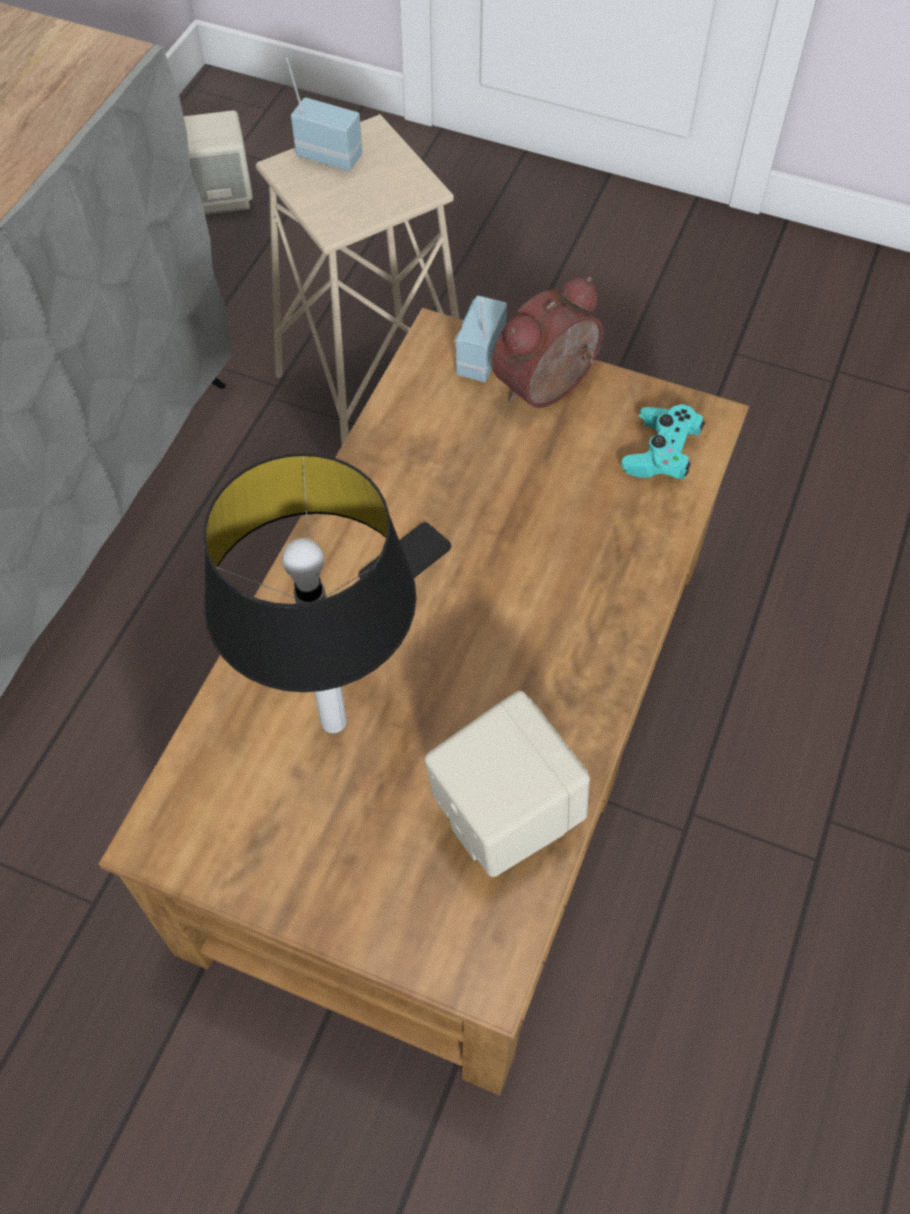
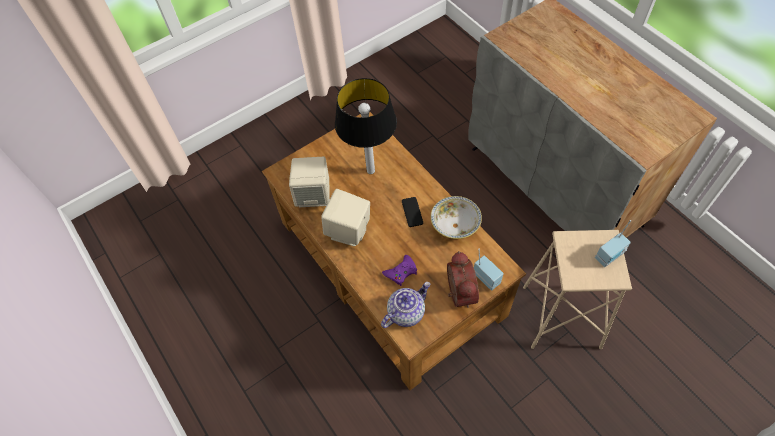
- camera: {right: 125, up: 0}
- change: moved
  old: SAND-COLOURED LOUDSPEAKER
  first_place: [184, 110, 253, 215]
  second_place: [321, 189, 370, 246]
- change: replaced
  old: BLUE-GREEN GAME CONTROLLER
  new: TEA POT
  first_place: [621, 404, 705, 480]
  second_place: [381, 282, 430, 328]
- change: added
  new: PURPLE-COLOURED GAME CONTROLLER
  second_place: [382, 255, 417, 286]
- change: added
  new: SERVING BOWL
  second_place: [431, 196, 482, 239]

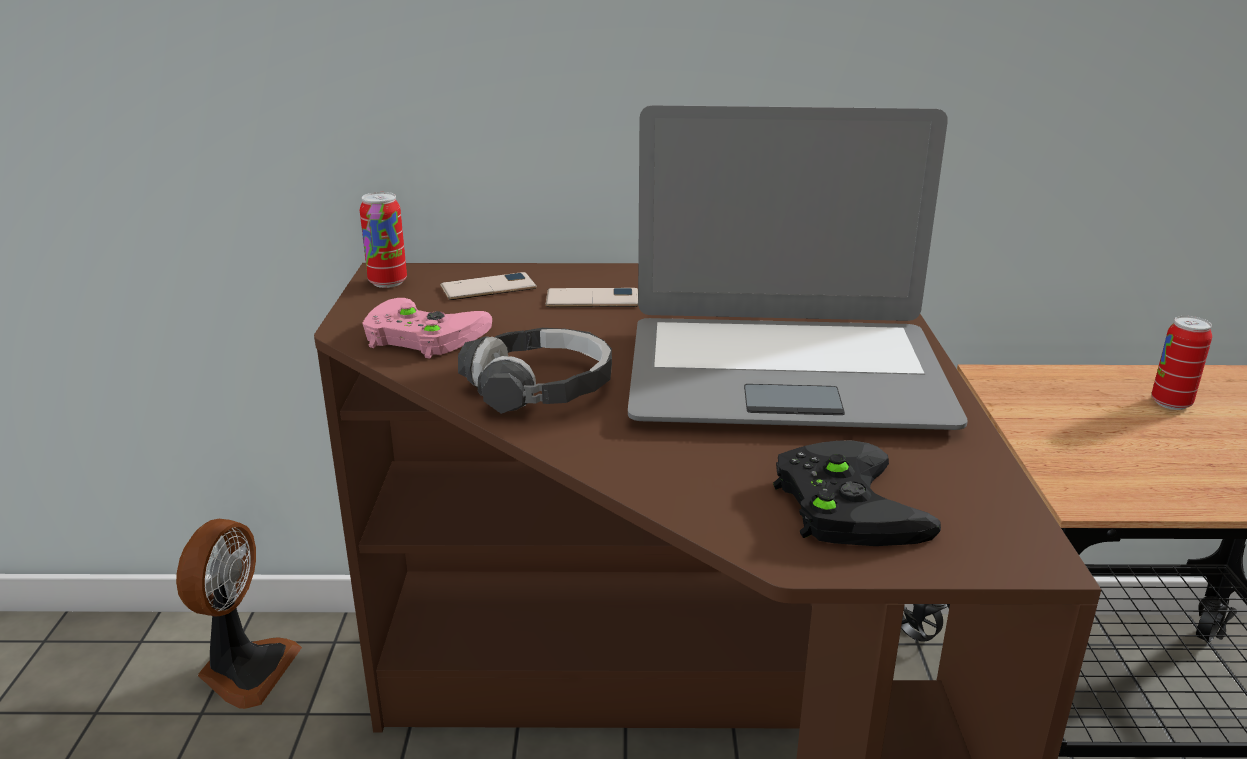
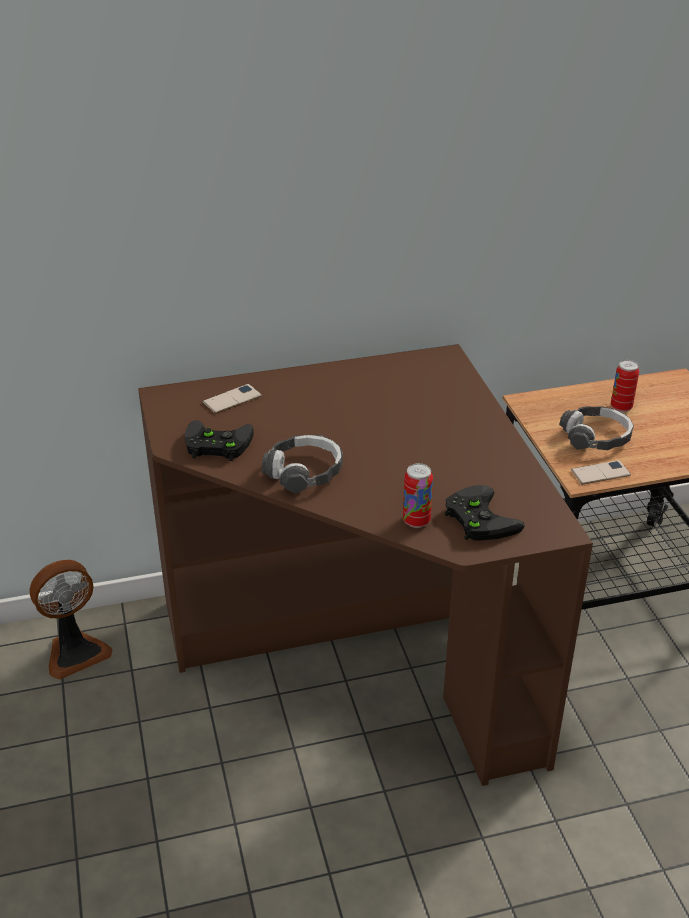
- camera: {right: -15, up: 10}
- change: turned
  old: COOLING FAN
  first_place: [176, 519, 302, 709]
  second_place: [29, 560, 113, 680]
  degrees: 60
- change: recoloured
  old: PINKISH GAME CONTROLLER
  new: BLACK-COLOURED GAME CONTROLLER
  first_place: [362, 298, 492, 359]
  second_place: [185, 420, 254, 461]
- change: moved
  old: METAL CAN
  first_place: [360, 192, 407, 288]
  second_place: [403, 463, 433, 528]
- change: added
  new: PAIR OF HEADPHONES
  second_place: [559, 406, 634, 450]
- change: moved
  old: HANDSET
  first_place: [546, 288, 638, 307]
  second_place: [571, 460, 631, 484]
- change: removed
  old: NOTEBOOK COMPUTER
  first_place: [628, 105, 968, 430]

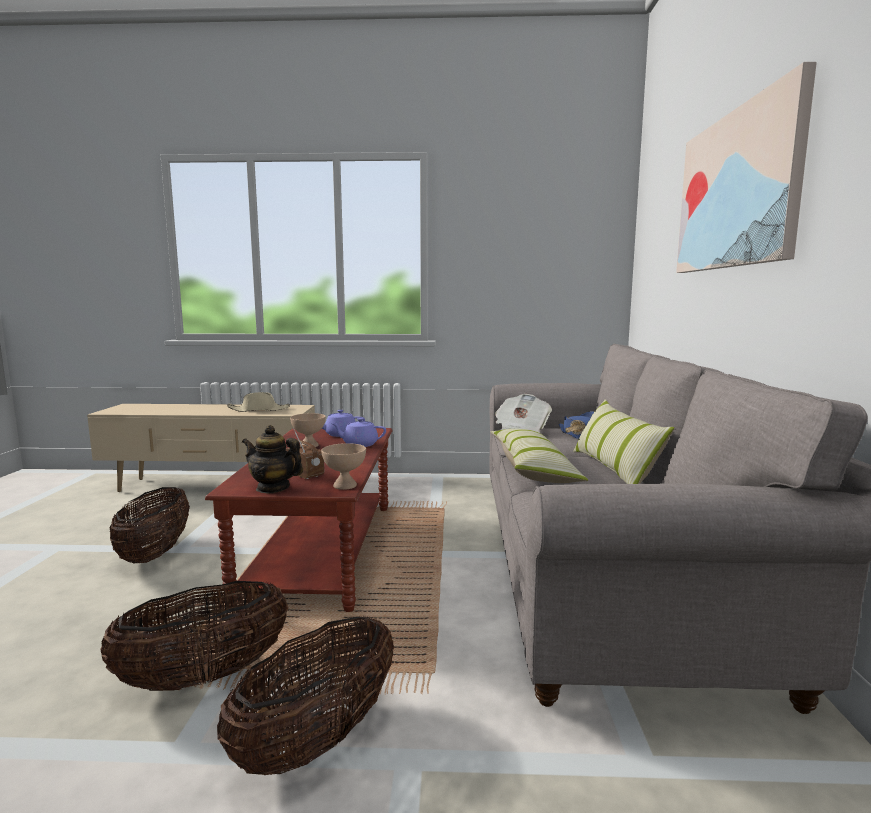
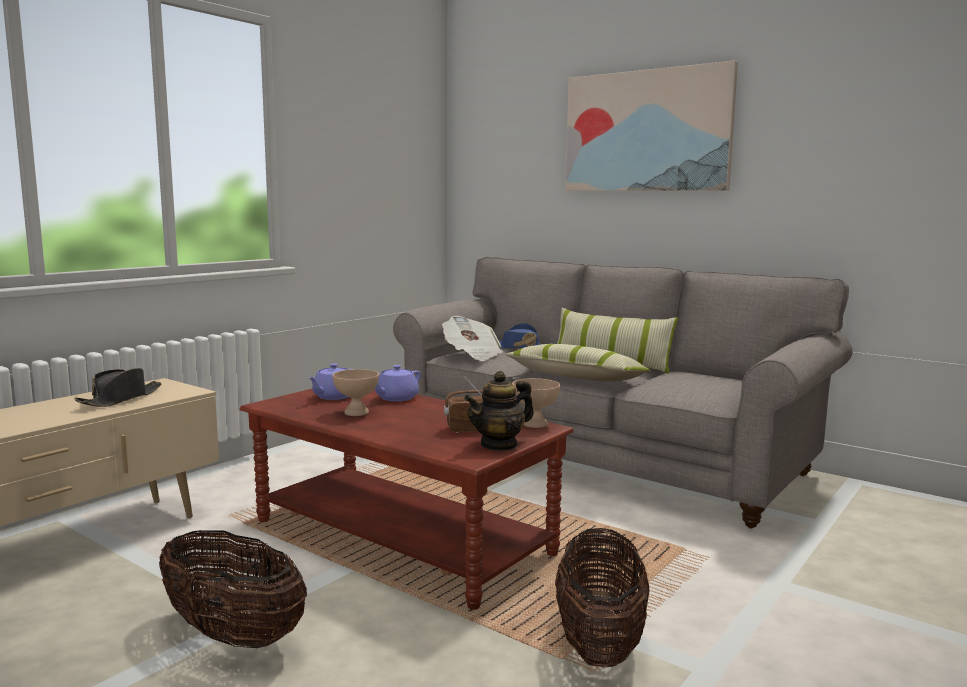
- camera: {right: -55, up: 0}
- change: recoloured
  old: SAND-COLOURED WEARABLE HAT
  new: BLACK-COLOURED WEARABLE HAT
  first_place: [227, 392, 290, 412]
  second_place: [74, 368, 162, 407]
- change: removed
  old: STORAGE BASKET
  first_place: [217, 616, 394, 775]

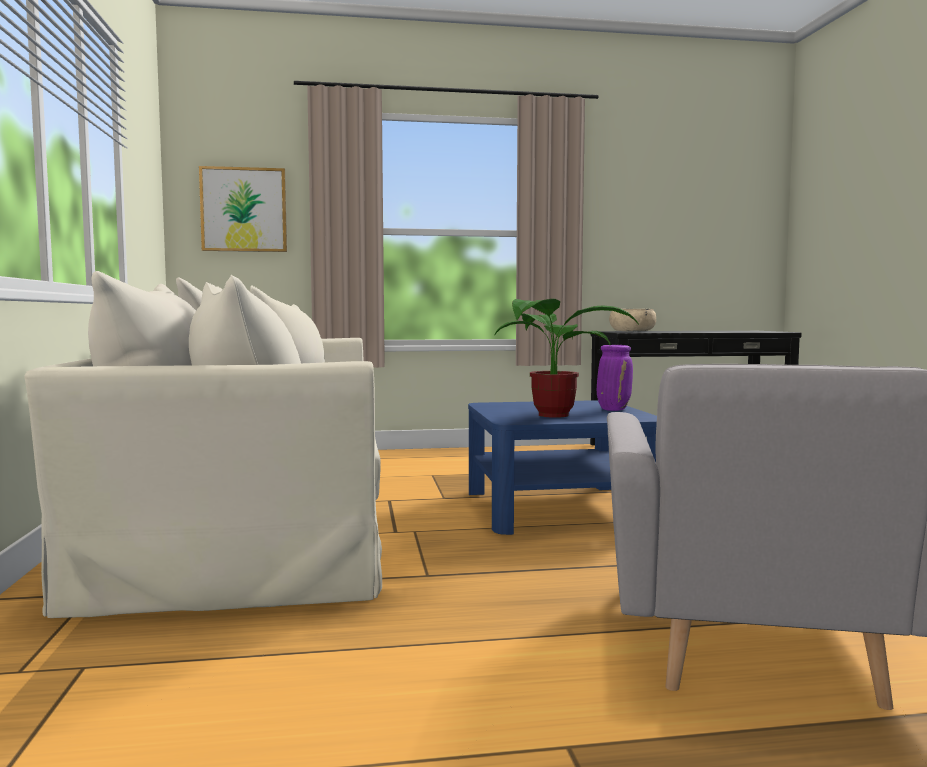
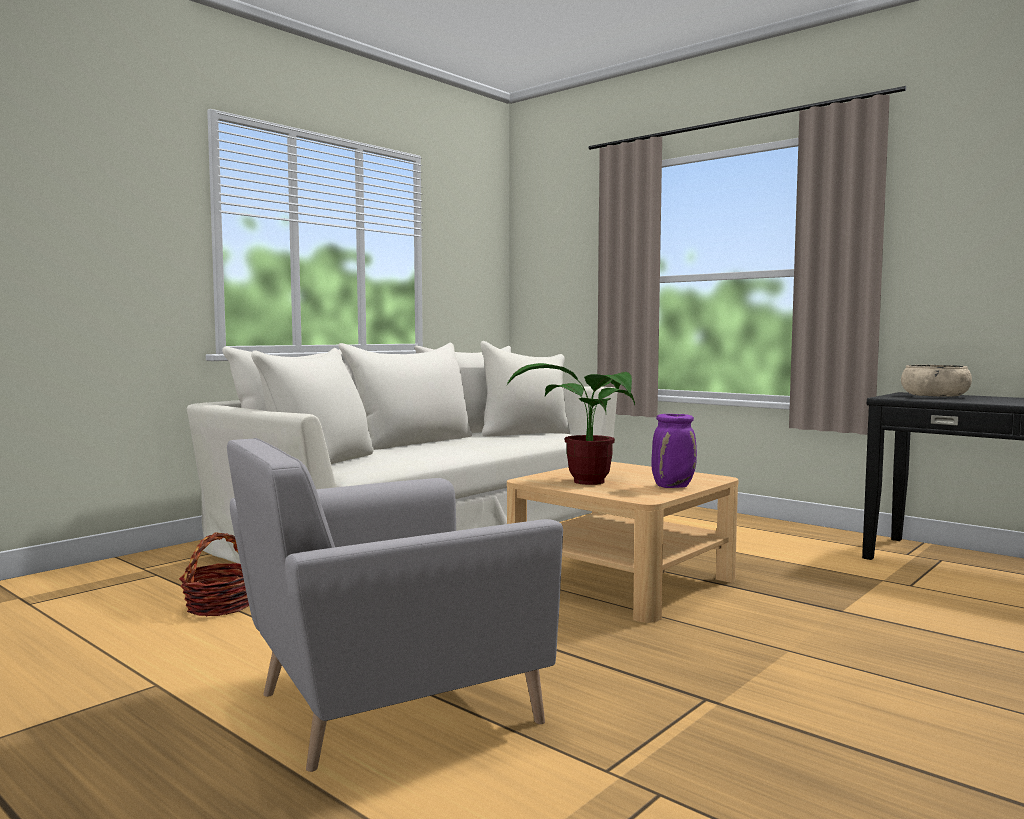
- camera: {right: 50, up: 0}
- change: added
  new: STORAGE BASKET
  second_place: [179, 532, 249, 617]
- change: recoloured
  old: BLUISH COFFEE TABLE
  new: SAND-COLOURED COFFEE TABLE
  first_place: [468, 400, 657, 535]
  second_place: [507, 462, 738, 623]
- change: removed
  old: WALL ART
  first_place: [199, 166, 287, 252]

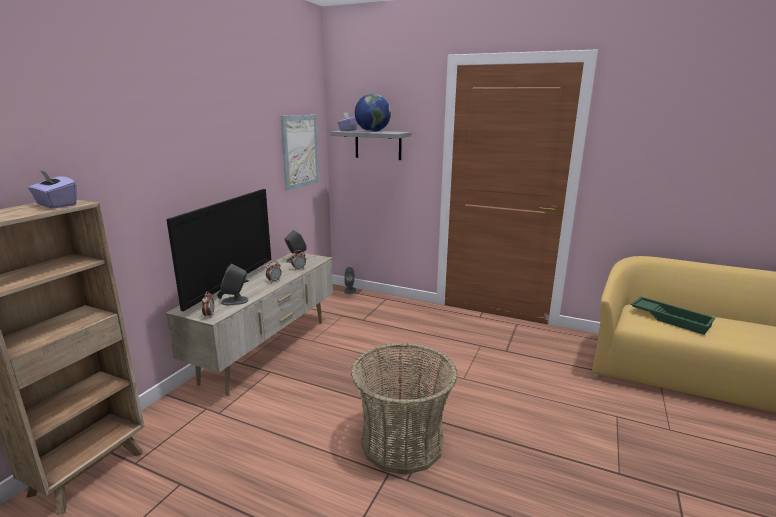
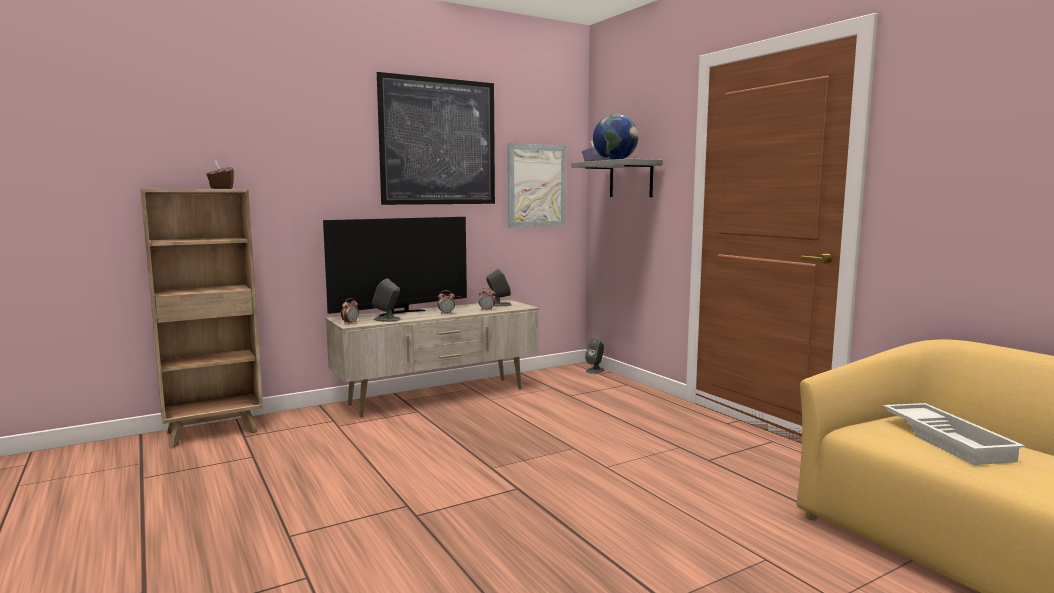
- camera: {right: 35, up: -10}
- change: recoloured
  old: PURPLE-COLOURED TISSUE BOX
  new: BROWN TISSUE BOX
  first_place: [28, 170, 77, 209]
  second_place: [206, 160, 234, 189]
- change: added
  new: WALL ART
  second_place: [377, 72, 495, 205]
- change: recoloured
  old: GREENISH CARRYING TRAY
  new: WHITE-COLOURED CARRYING TRAY
  first_place: [631, 297, 716, 335]
  second_place: [883, 403, 1025, 465]
- change: removed
  old: STORAGE BASKET
  first_place: [351, 343, 458, 475]

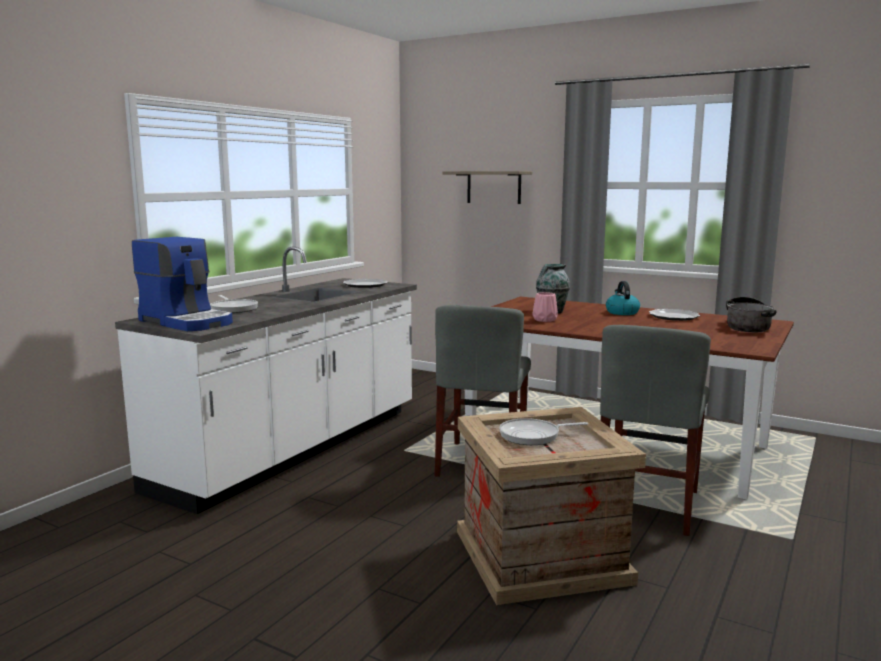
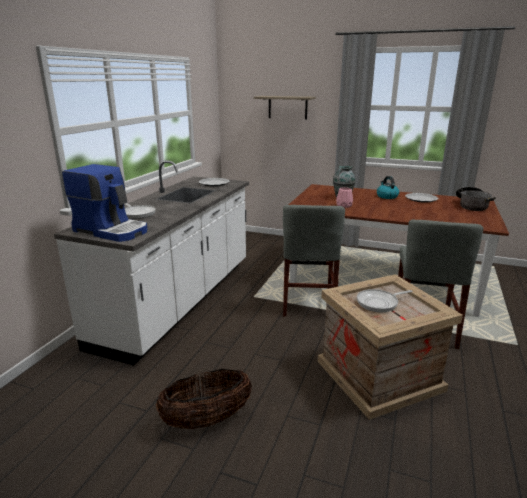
- camera: {right: -10, up: 10}
- change: added
  new: STORAGE BASKET
  second_place: [156, 369, 252, 429]

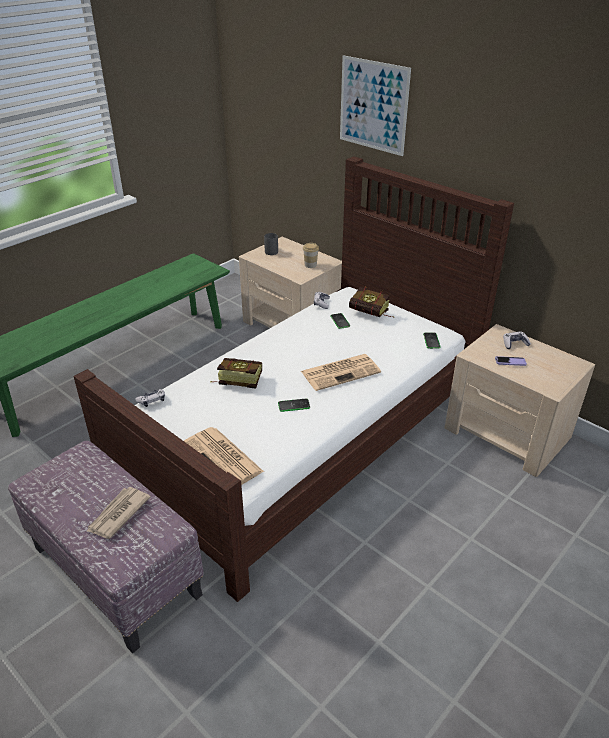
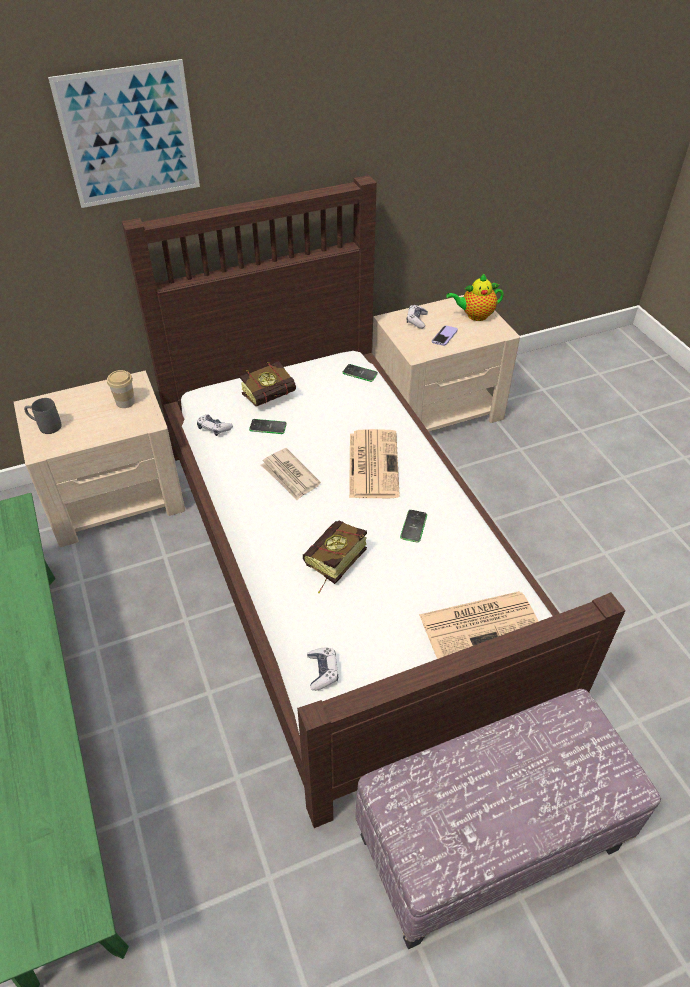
- camera: {right: -65, up: 10}
- change: moved
  old: PRINTED PAPER
  first_place: [87, 487, 151, 539]
  second_place: [261, 448, 321, 500]
- change: added
  new: TEA POT
  second_place: [446, 274, 504, 321]

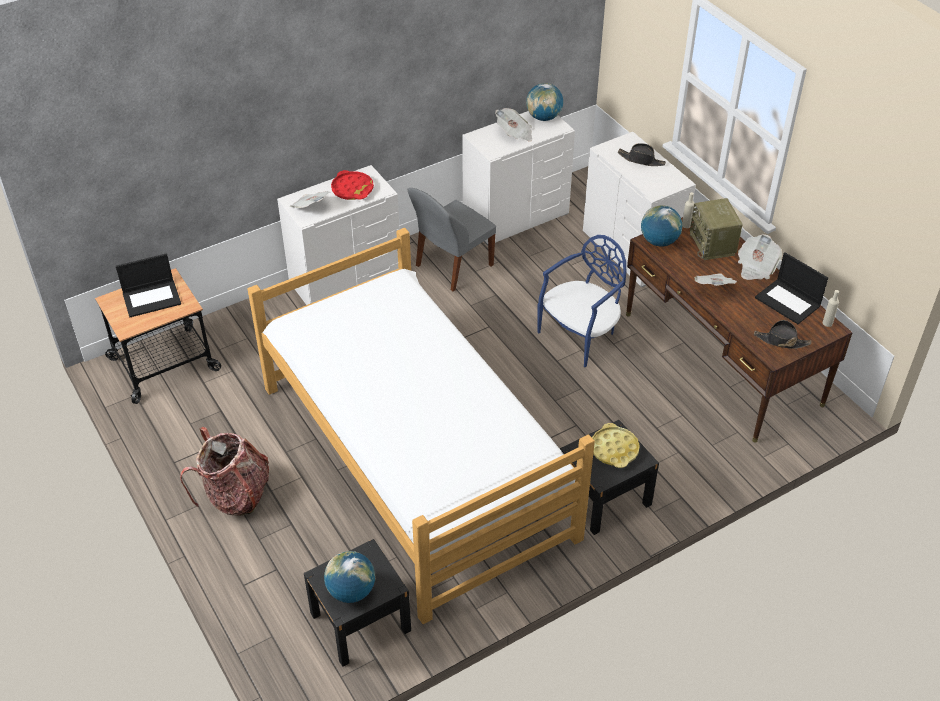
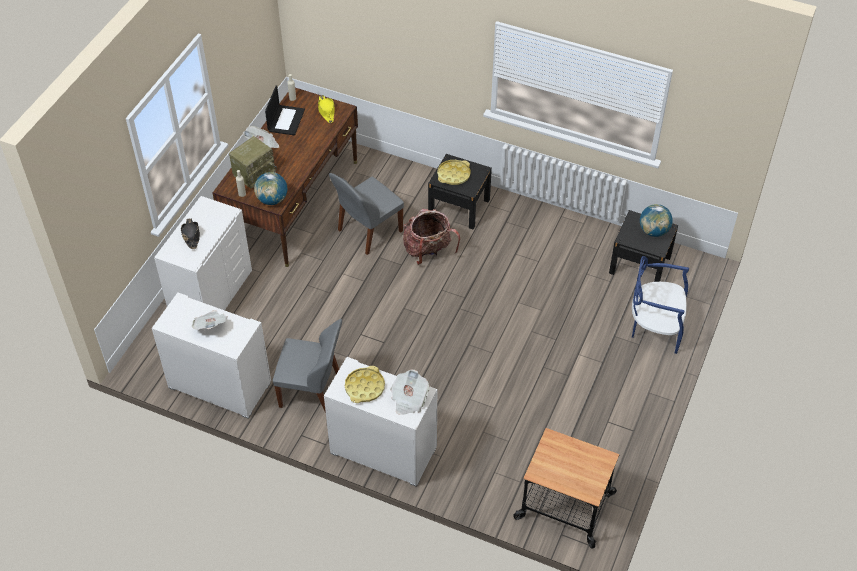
- camera: {right: -125, up: 5}
- change: recoloured
  old: BLACK-COLOURED WEARABLE HAT
  new: YELLOWISH WEARABLE HAT
  first_place: [754, 320, 811, 349]
  second_place: [318, 95, 335, 123]
- change: added
  new: GREYISH PLAIN CHAIR
  second_place: [329, 173, 404, 255]
- change: recoloured
  old: RED-COLOURED CARRYING TRAY
  new: YELLOWISH CARRYING TRAY
  first_place: [331, 170, 374, 200]
  second_place: [345, 366, 385, 403]
- change: moved
  old: BACKPACK
  first_place: [180, 427, 269, 516]
  second_place: [403, 209, 460, 265]
- change: moved
  old: BLUISH PLAIN CHAIR
  first_place: [537, 235, 626, 367]
  second_place: [632, 256, 689, 354]
- change: removed
  old: NOTEBOOK COMPUTER
  first_place: [116, 253, 181, 317]
- change: removed
  old: BED
  first_place: [248, 228, 595, 624]
- change: removed
  old: GLOBE
  first_place: [526, 83, 563, 121]
- change: removed
  old: PRINTED PAPER
  first_place: [694, 273, 737, 286]

